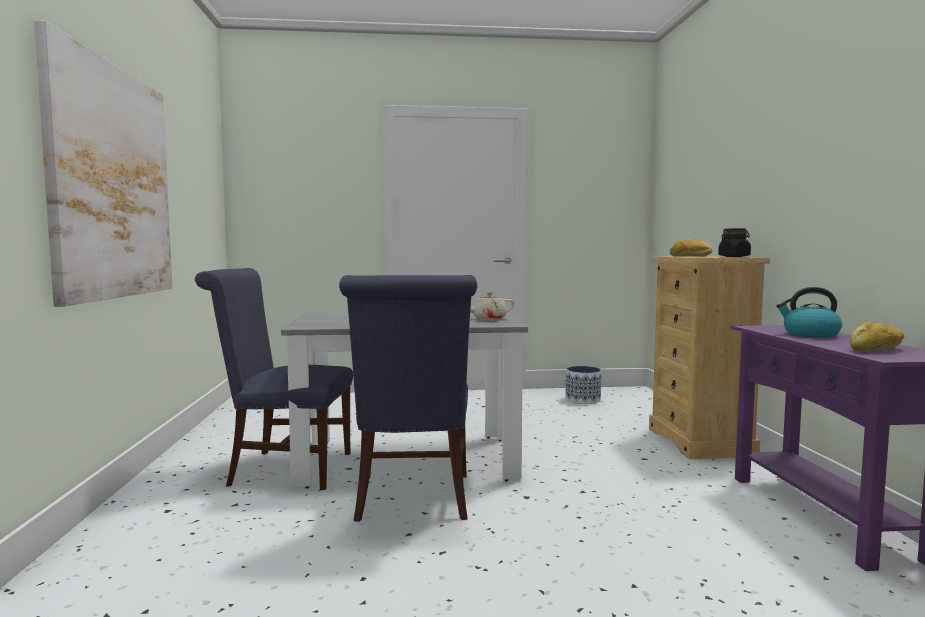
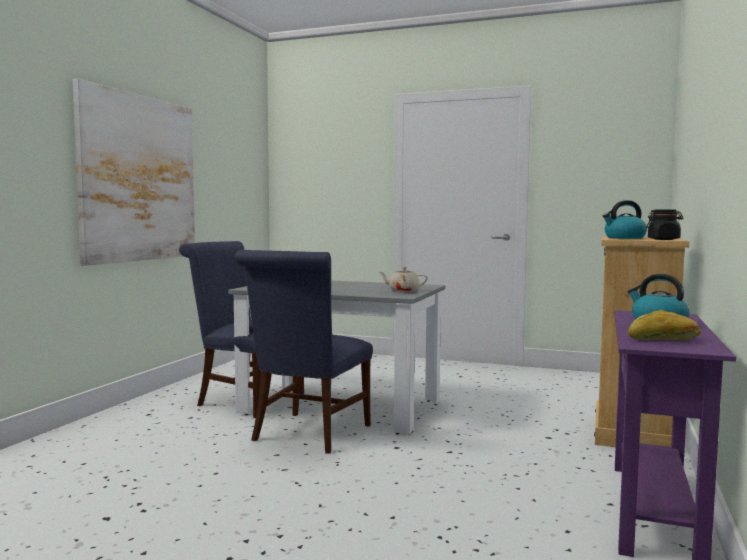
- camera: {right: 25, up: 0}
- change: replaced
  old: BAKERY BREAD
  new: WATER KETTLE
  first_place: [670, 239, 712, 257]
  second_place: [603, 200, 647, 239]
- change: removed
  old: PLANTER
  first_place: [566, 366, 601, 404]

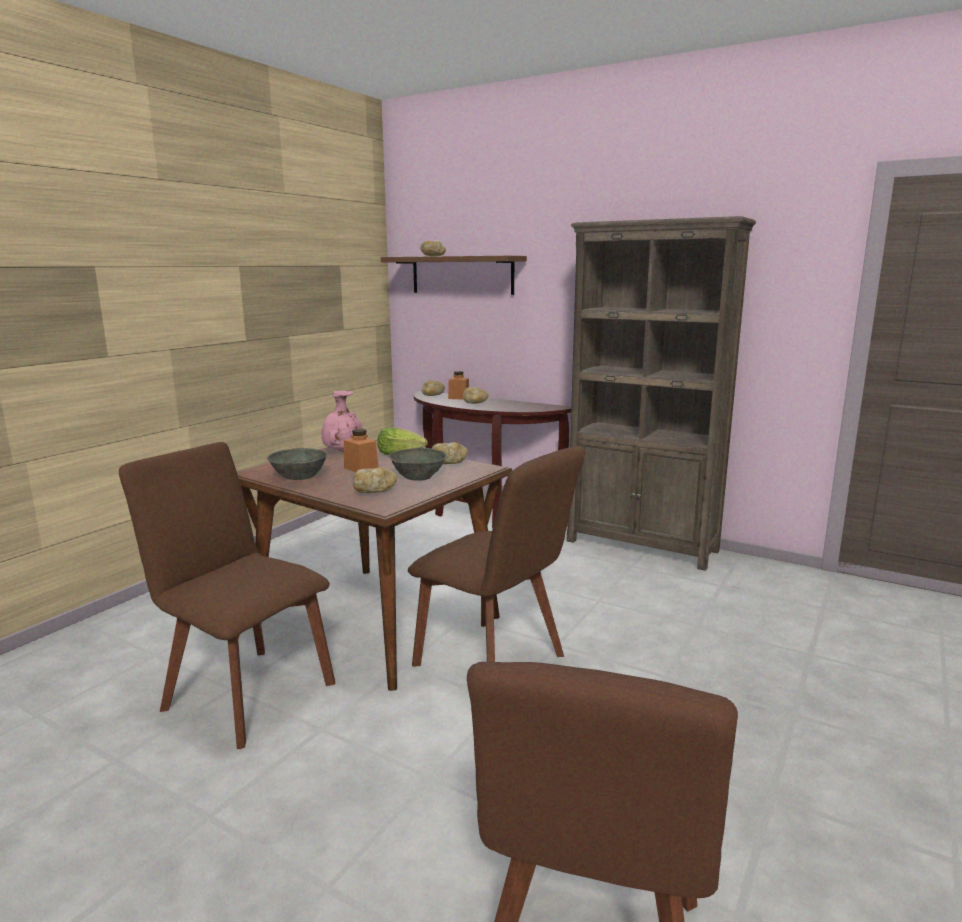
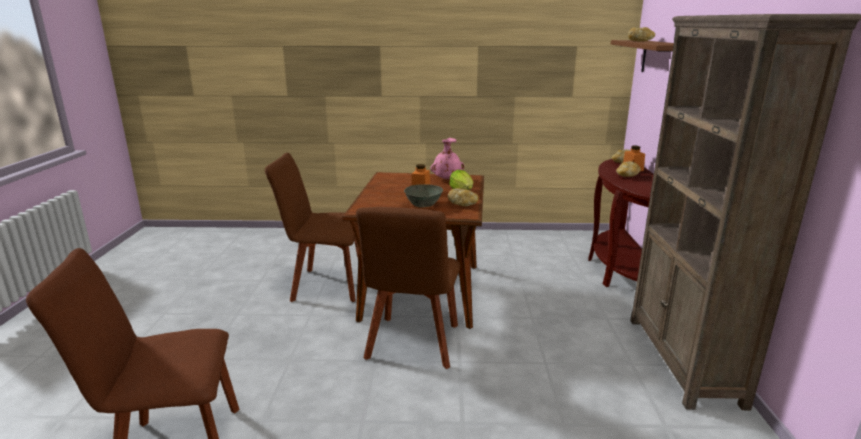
- camera: {right: 60, up: 5}
- change: turned
  old: BROWN PLAIN CHAIR
  first_place: [119, 442, 335, 749]
  second_place: [265, 153, 359, 302]
  degrees: -90
- change: removed
  old: GREYISH SERVING BOWL
  first_place: [267, 448, 328, 480]
- change: removed
  old: BAKERY BREAD
  first_place: [353, 467, 397, 493]

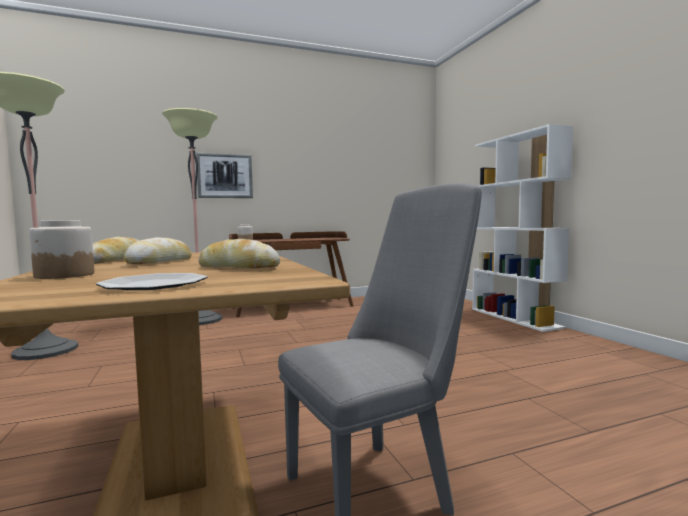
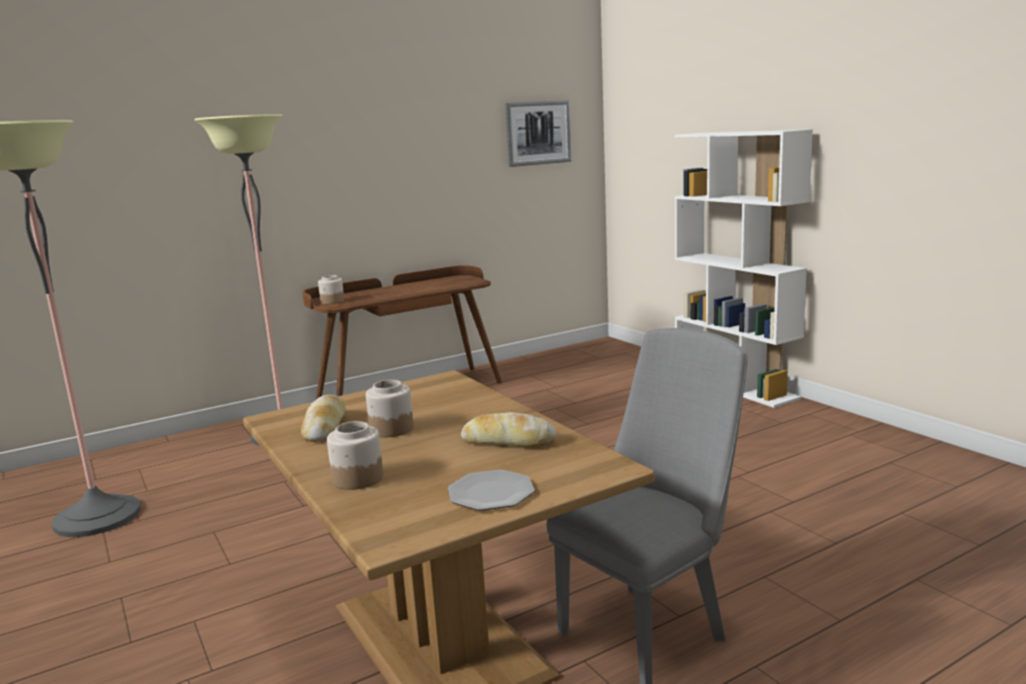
- camera: {right: -10, up: 10}
- change: replaced
  old: BAKERY BREAD
  new: STORAGE JAR
  first_place: [124, 237, 192, 264]
  second_place: [366, 380, 414, 437]
- change: moved
  old: WALL ART
  first_place: [196, 153, 253, 198]
  second_place: [505, 100, 572, 167]

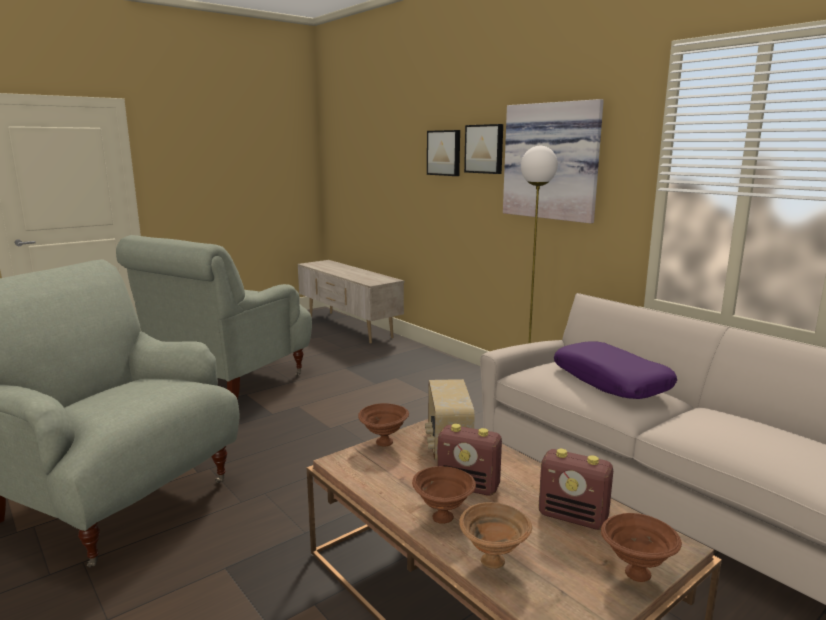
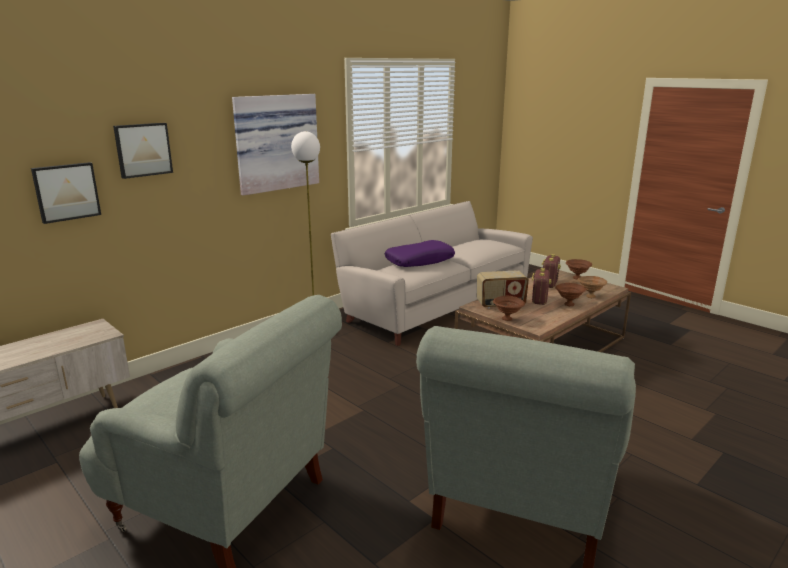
- camera: {right: -95, up: 5}
- change: moved
  old: WALL ART
  first_place: [464, 124, 503, 174]
  second_place: [31, 162, 101, 224]

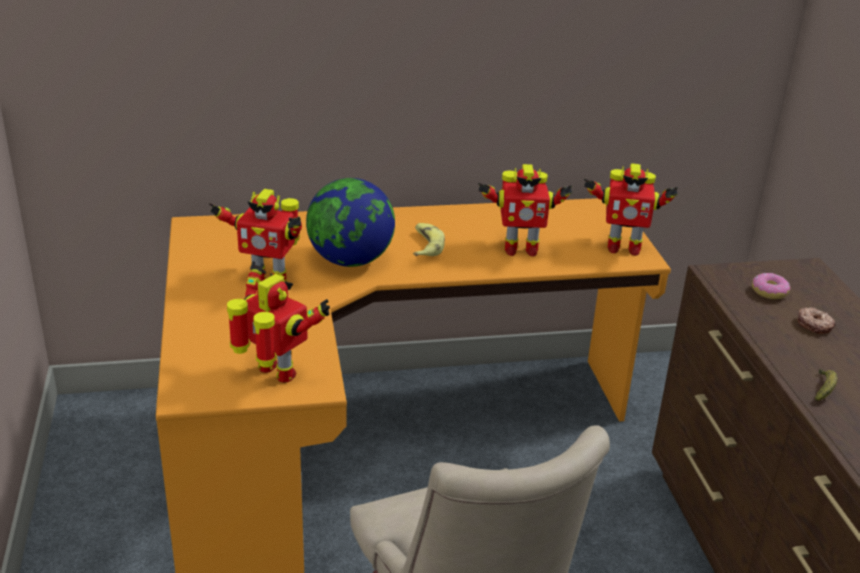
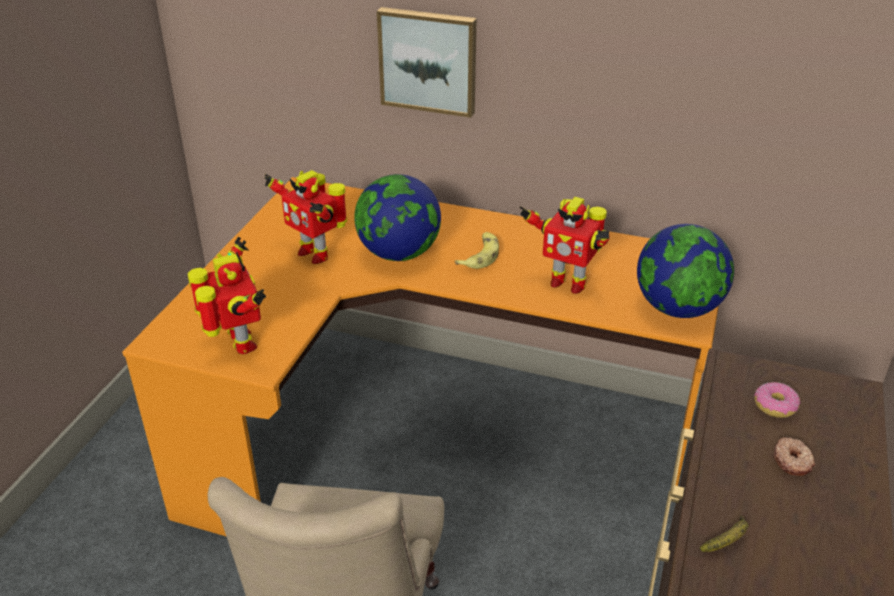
- camera: {right: 30, up: 5}
- change: added
  new: WALL ART
  second_place: [377, 7, 477, 118]
- change: replaced
  old: ROBOT FIGURE
  new: GLOBE
  first_place: [584, 164, 678, 256]
  second_place: [637, 224, 734, 318]

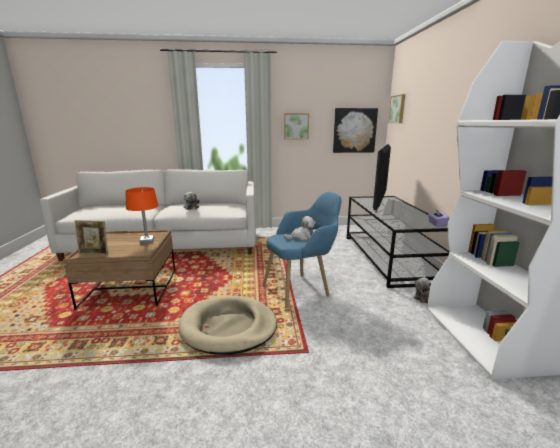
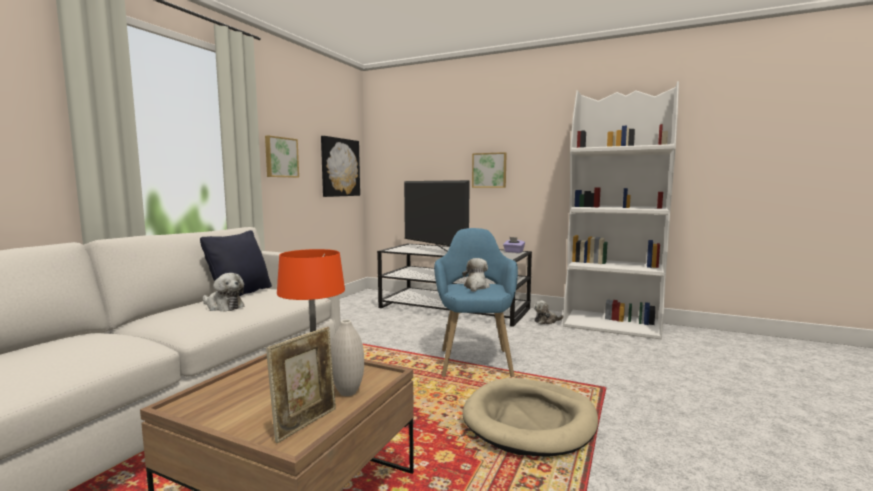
- camera: {right: -60, up: -10}
- change: added
  new: BLACK-COLOURED THROW PILLOW
  second_place: [200, 230, 272, 296]
- change: added
  new: WHITE-COLOURED FLOWER VASE
  second_place: [331, 319, 364, 396]
- change: moved
  old: WALL ART
  first_place: [388, 94, 406, 123]
  second_place: [472, 152, 506, 188]

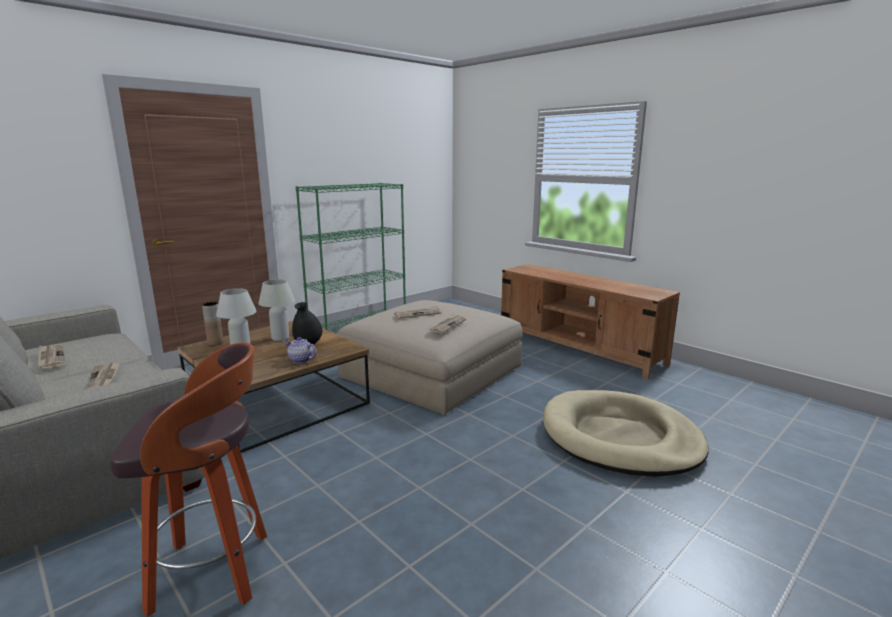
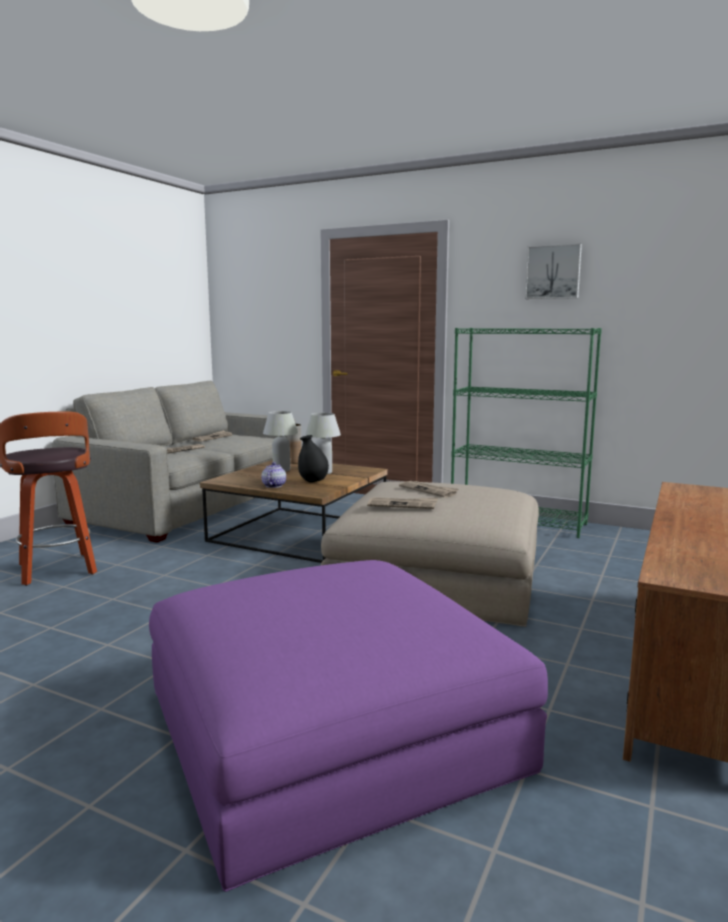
- camera: {right: 70, up: -5}
- change: replaced
  old: SAND-COLOURED DOG BED
  new: PURPLE-COLOURED OTTOMAN
  first_place: [543, 390, 709, 477]
  second_place: [149, 560, 548, 892]
- change: added
  new: WALL ART
  second_place: [525, 243, 582, 299]

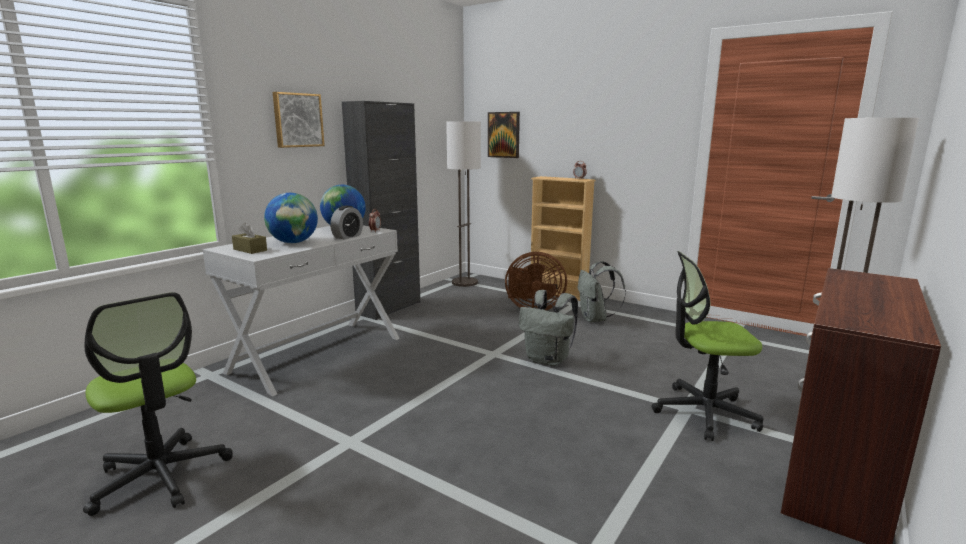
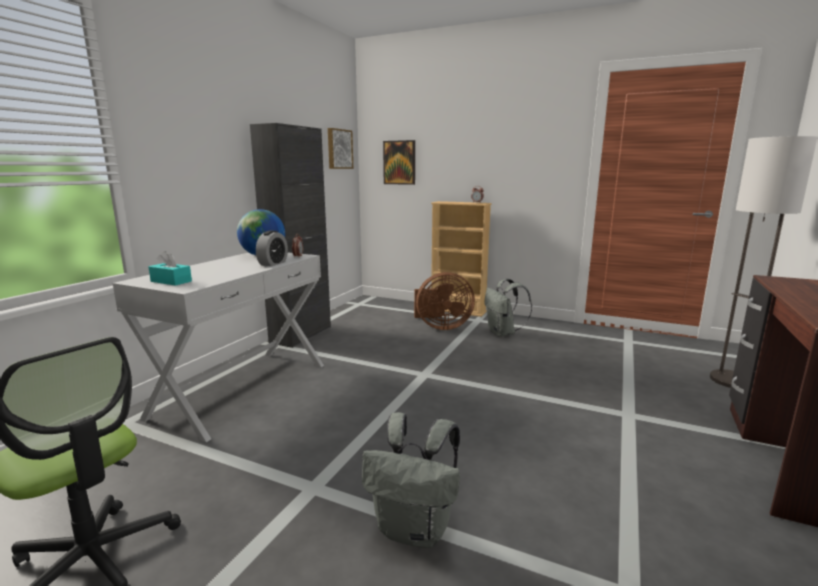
- camera: {right: -10, up: 0}
- change: recoloured
  old: BROWN TISSUE BOX
  new: BLUE-GREEN TISSUE BOX
  first_place: [232, 223, 267, 254]
  second_place: [149, 251, 192, 286]
- change: moved
  old: WALL ART
  first_place: [273, 92, 325, 148]
  second_place: [328, 128, 353, 169]
- change: moved
  old: GREYISH BACKPACK
  first_place: [519, 290, 578, 366]
  second_place: [362, 412, 460, 548]
- change: removed
  old: GLOBE
  first_place: [264, 193, 318, 243]
- change: removed
  old: STANDING LAMP
  first_place: [446, 121, 481, 287]
- change: removed
  old: DESK CHAIR
  first_place: [652, 251, 764, 441]

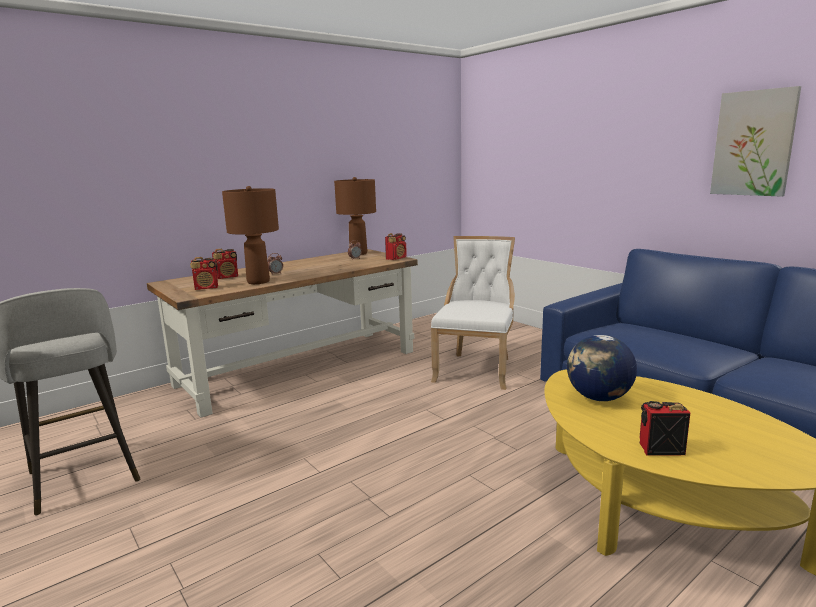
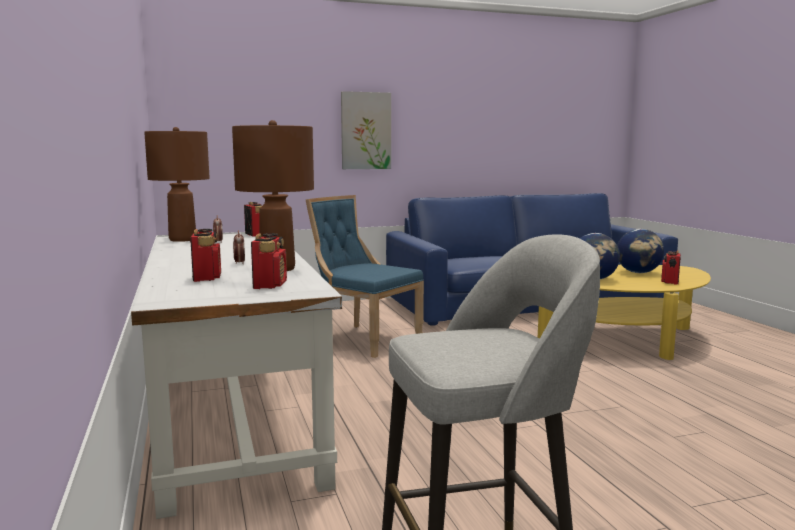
- camera: {right: -70, up: -5}
- change: recoloured
  old: BROWN DESK TABLE
  new: WHITE-COLOURED DESK TABLE
  first_place: [147, 249, 418, 417]
  second_place: [131, 233, 342, 519]
- change: recoloured
  old: WHITE-COLOURED PLAIN CHAIR
  new: BLUISH PLAIN CHAIR
  first_place: [431, 236, 515, 390]
  second_place: [306, 195, 424, 358]
- change: moved
  old: WALL ART
  first_place: [710, 86, 801, 197]
  second_place: [341, 91, 391, 169]
- change: added
  new: GLOBE
  second_place: [617, 229, 664, 273]

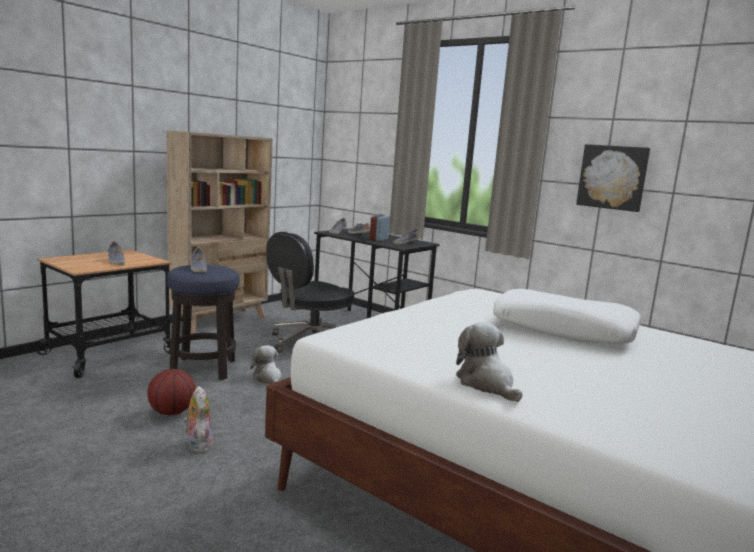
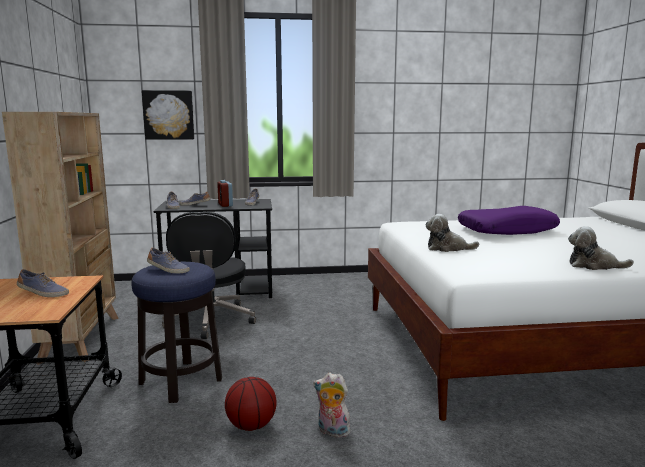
- camera: {right: -45, up: 0}
- change: moved
  old: WALL ART
  first_place: [576, 144, 650, 212]
  second_place: [142, 90, 194, 140]
- change: moved
  old: PLUSH TOY
  first_place: [250, 345, 282, 384]
  second_place: [425, 214, 479, 252]
- change: recoloured
  old: WHITE-COLOURED THROW PILLOW
  new: PURPLE-COLOURED THROW PILLOW
  first_place: [493, 289, 641, 344]
  second_place: [458, 206, 560, 235]

